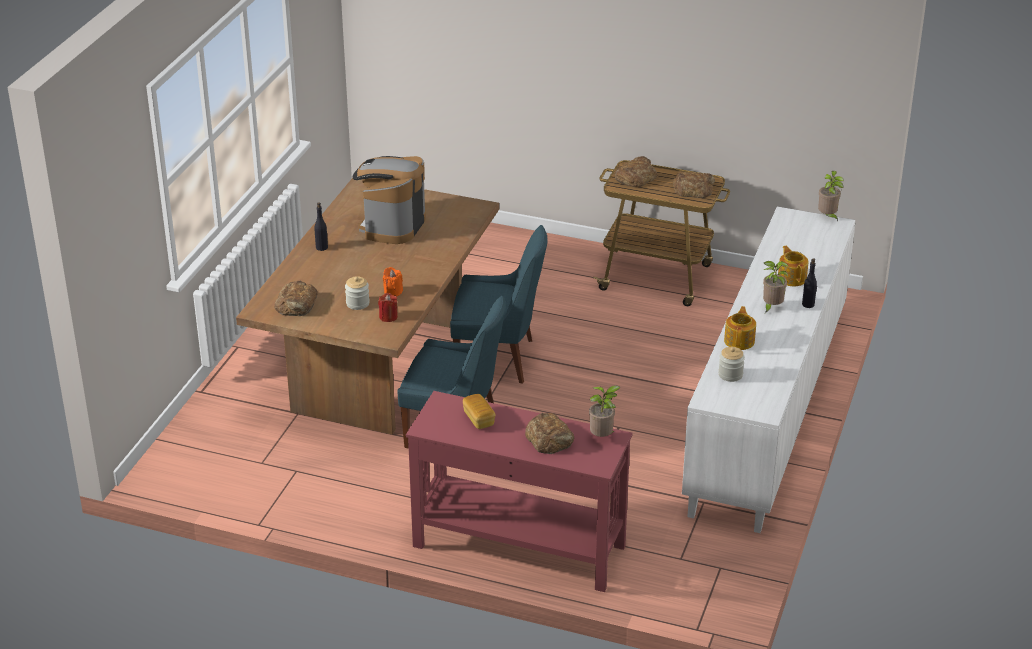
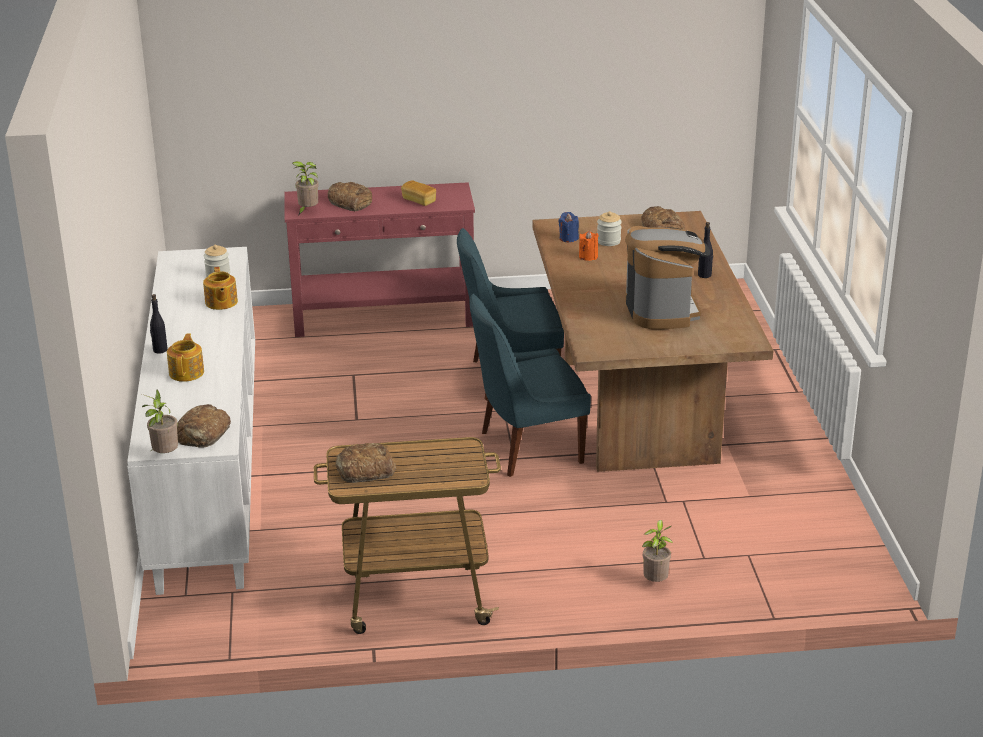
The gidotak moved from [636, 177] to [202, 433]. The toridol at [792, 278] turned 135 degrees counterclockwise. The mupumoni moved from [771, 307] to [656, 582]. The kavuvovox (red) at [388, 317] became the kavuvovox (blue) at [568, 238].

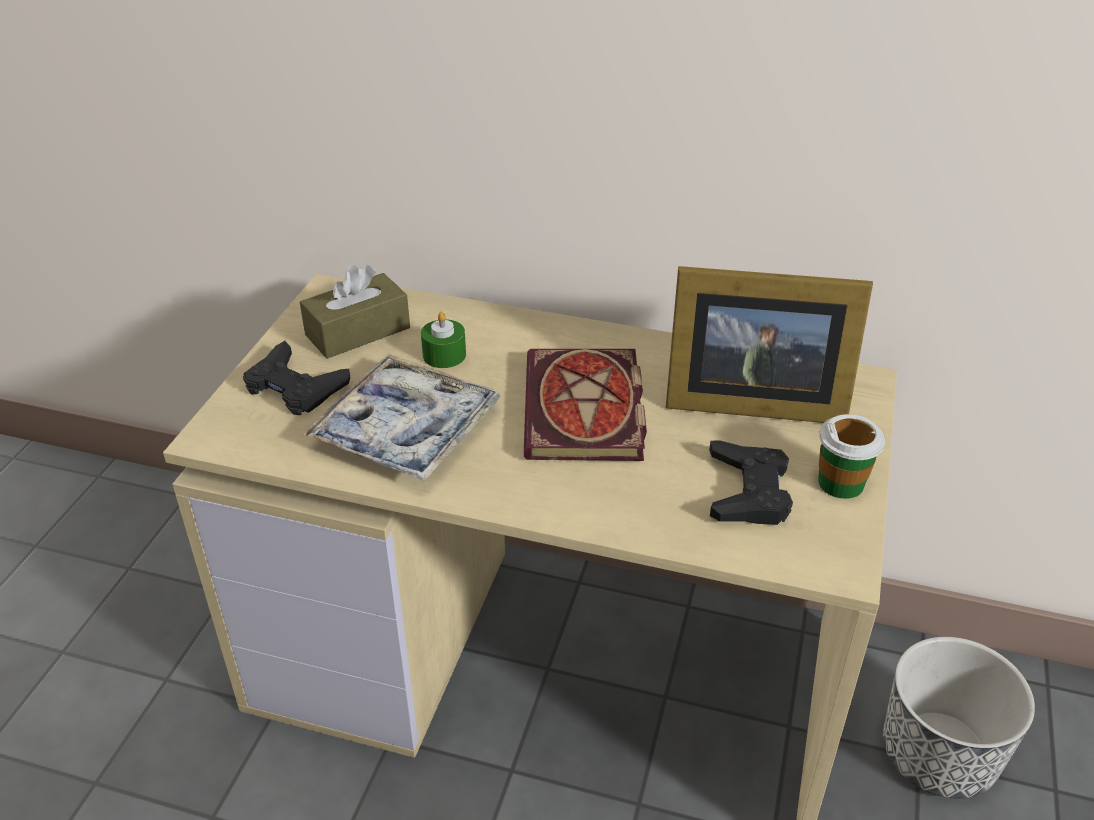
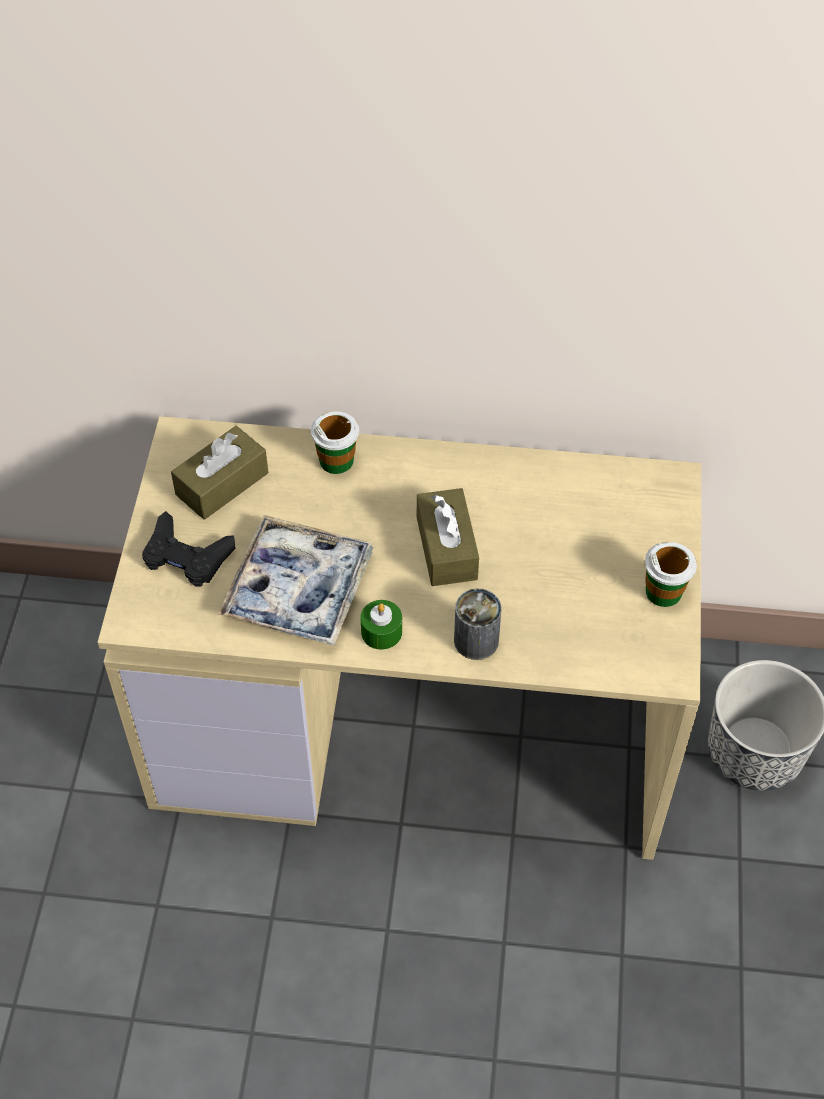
The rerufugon at [749, 400] disappeared. The kavuvovox (green) moved from [444, 355] to [381, 632]. The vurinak at [586, 412] was replaced by the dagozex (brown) at [446, 548]. The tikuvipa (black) at [748, 491] disappeared. The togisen at [336, 460] appeared. The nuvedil at [476, 640] appeared.

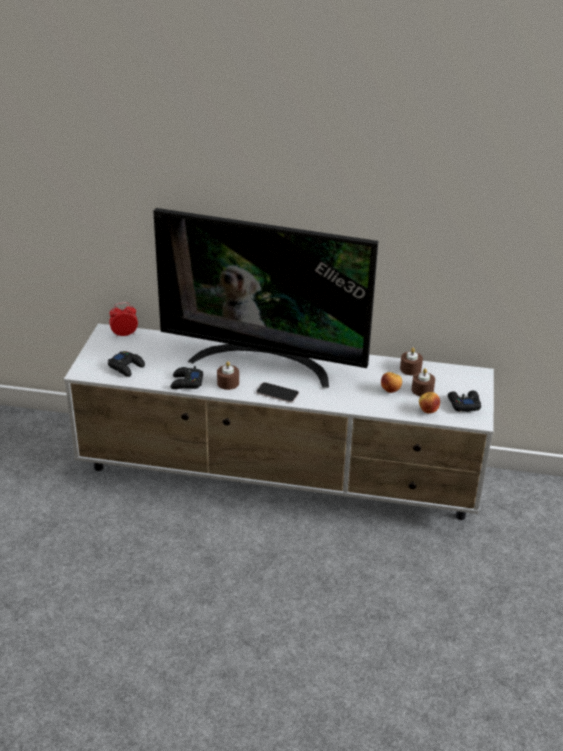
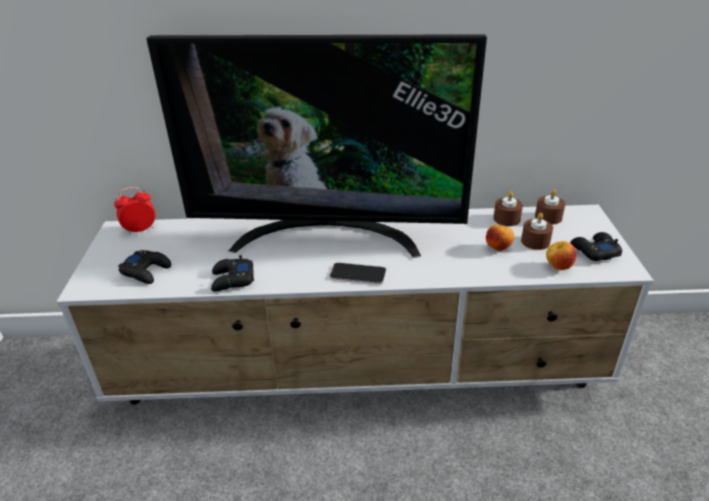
The kavuvovox (brown) moved from [228, 383] to [548, 217].

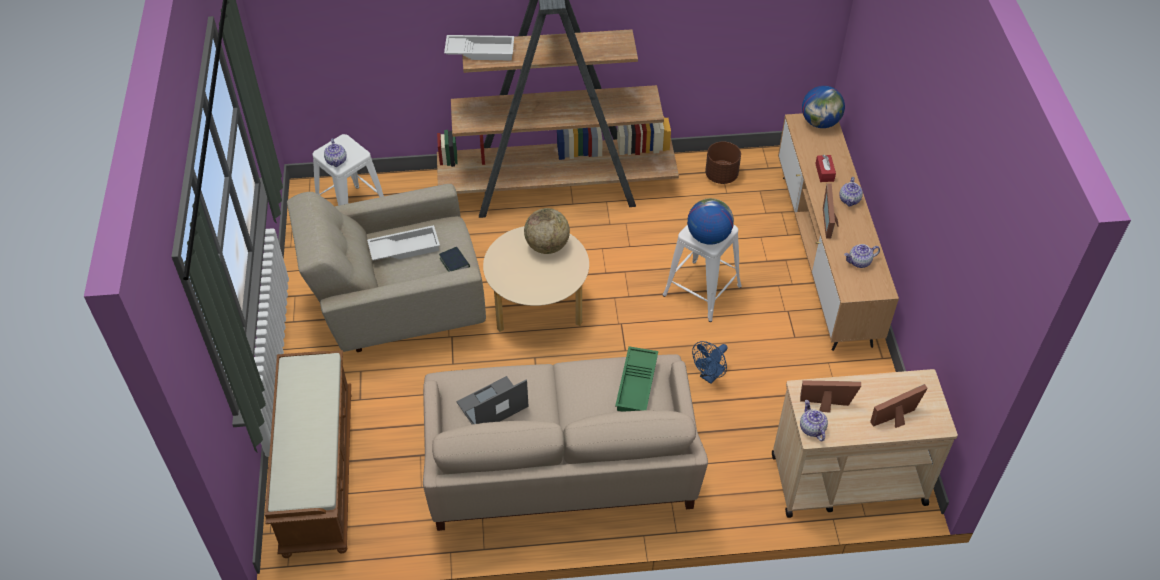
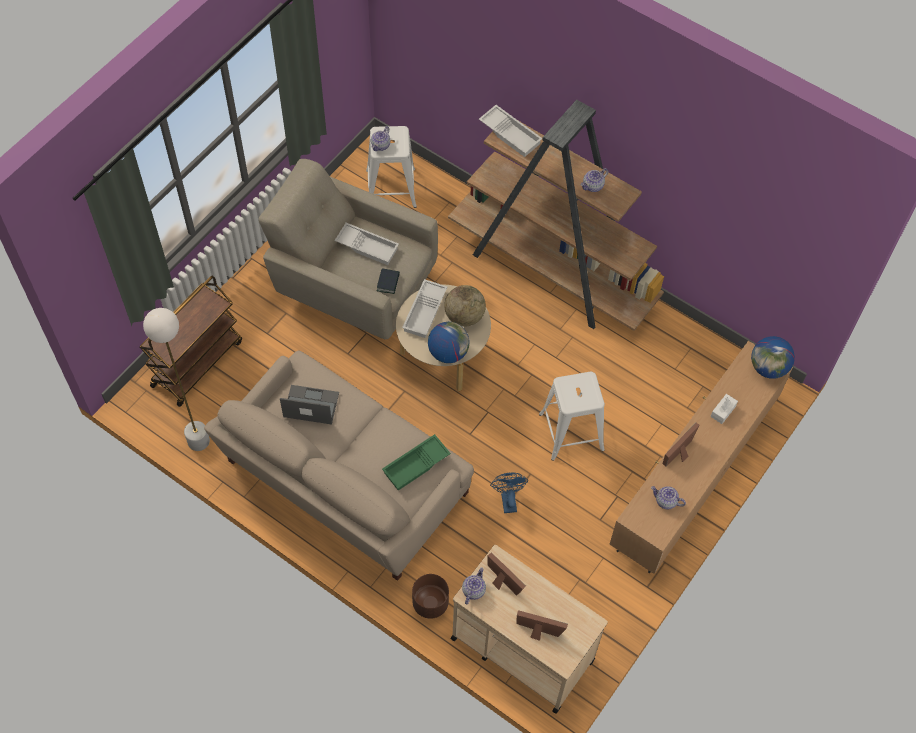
The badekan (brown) moved from [721, 176] to [430, 603]. The dagozex (red) at [824, 172] became the dagozex (white) at [723, 411]. The toridol moved from [849, 200] to [593, 186]. The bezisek moved from [708, 236] to [448, 352]. The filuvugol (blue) at [710, 376] turned 90 degrees clockwise. The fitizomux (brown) at [317, 471] was replaced by the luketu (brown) at [197, 363]. The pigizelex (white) at [425, 312] appeared. The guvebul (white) at [198, 441] appeared.

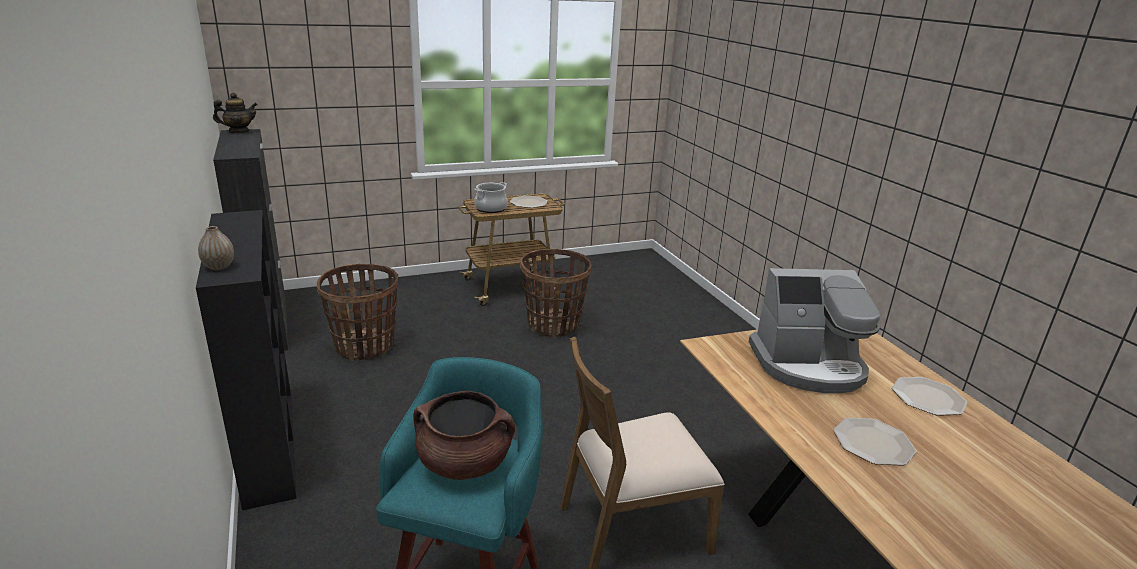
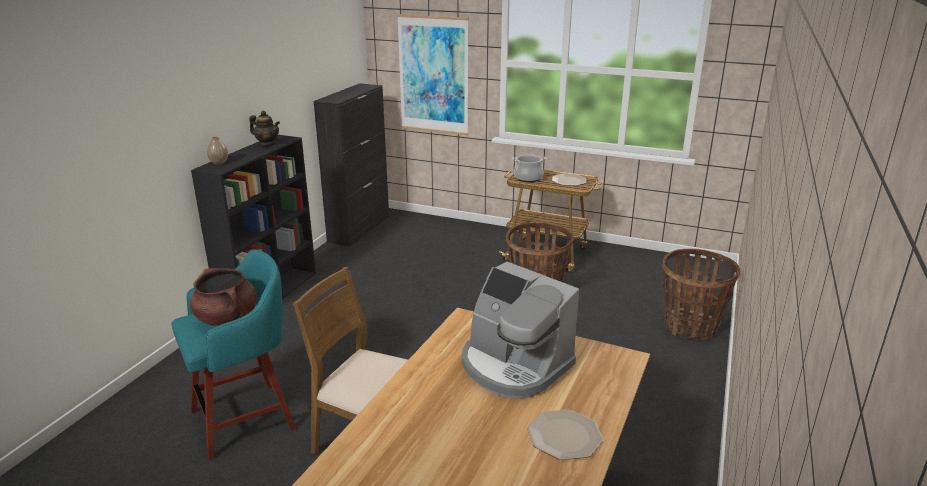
The toridol moved from [239, 131] to [267, 144]. The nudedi moved from [364, 346] to [690, 326]. The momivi at [872, 442] disappeared. The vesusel at [433, 75] appeared.

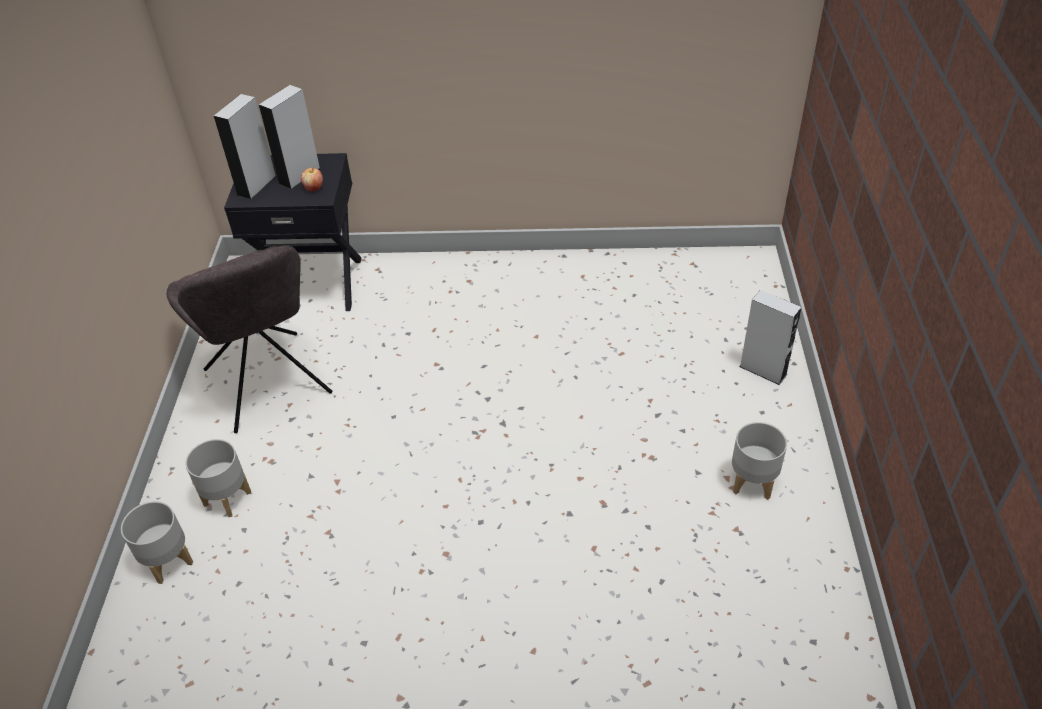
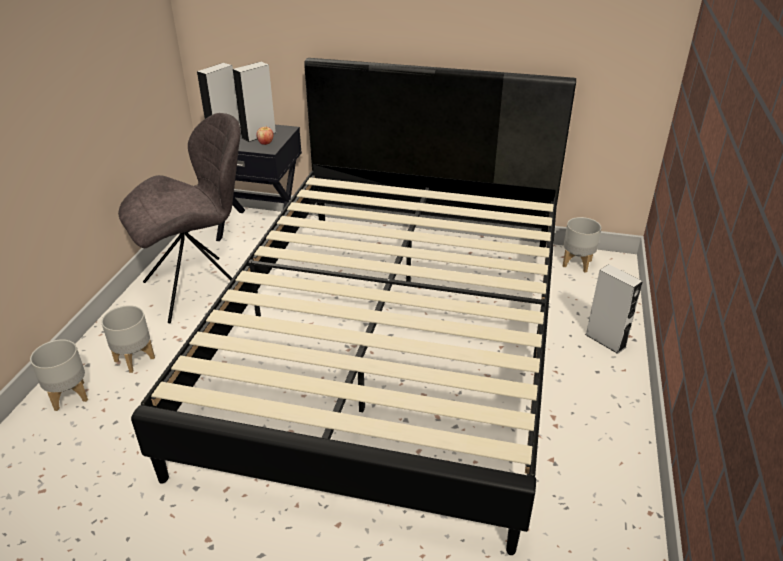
The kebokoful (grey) at [269, 385] turned 105 degrees counterclockwise. The badekan (grey) moved from [751, 482] to [576, 263]. The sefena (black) at [392, 340] appeared.

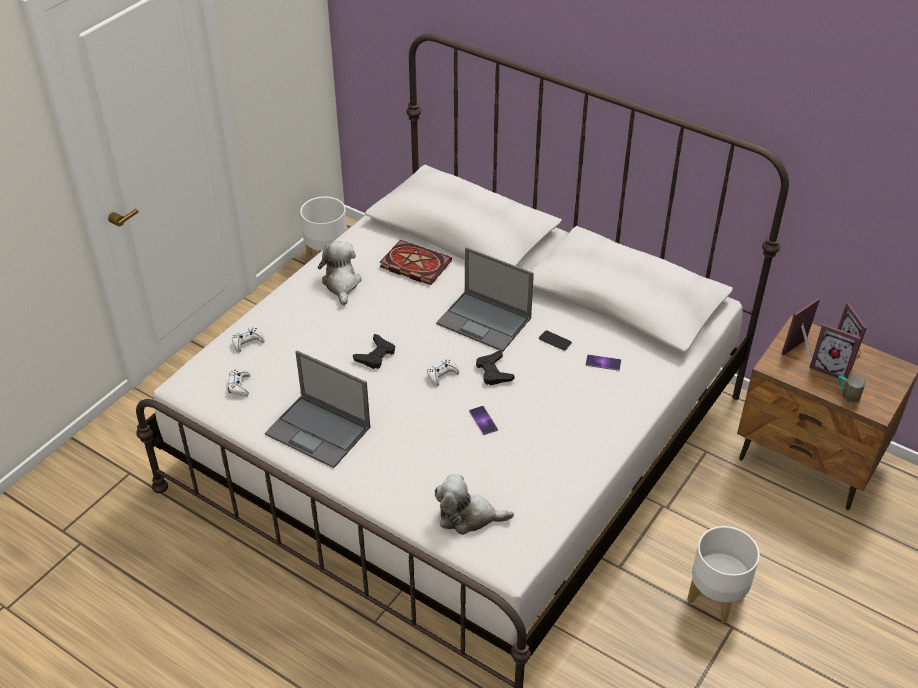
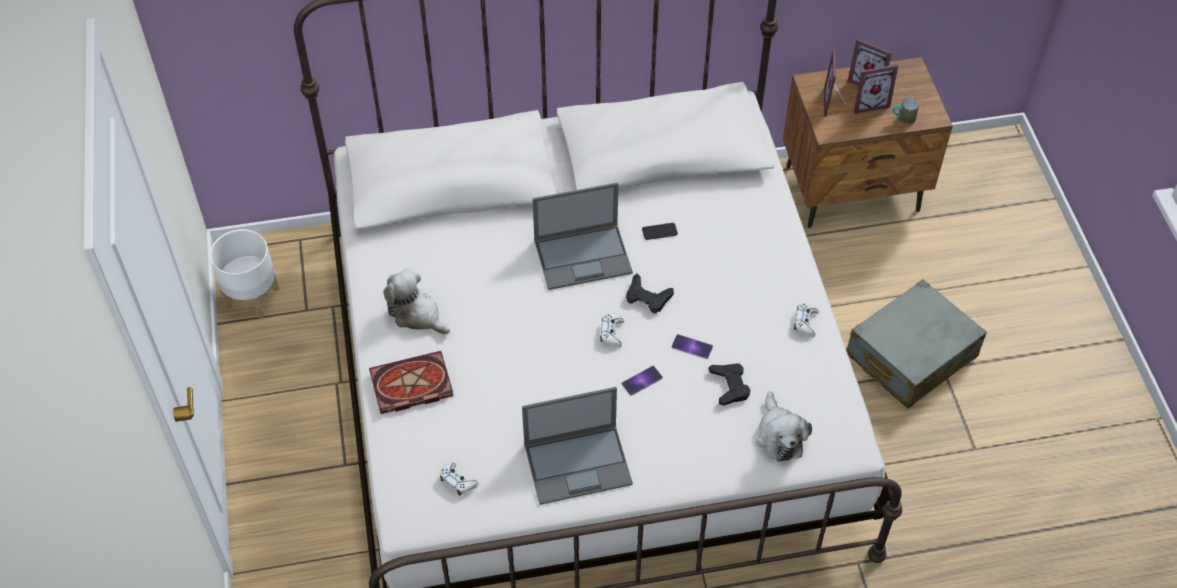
The vurinak moved from [413, 265] to [409, 386]. The tikuvipa (white) moved from [247, 342] to [805, 322]. The tikuvipa (black) moved from [375, 355] to [729, 386]. The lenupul moved from [603, 362] to [642, 381]. The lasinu at [468, 516] turned 60 degrees counterclockwise. The badekan (white) at [715, 599] was replaced by the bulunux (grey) at [910, 356].

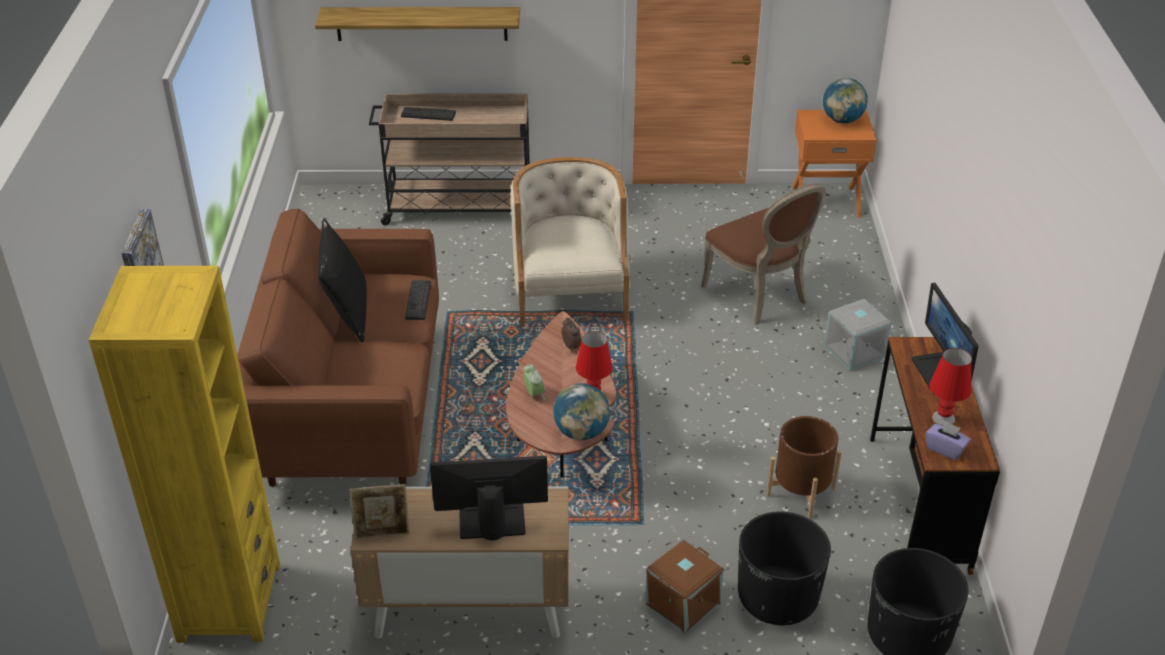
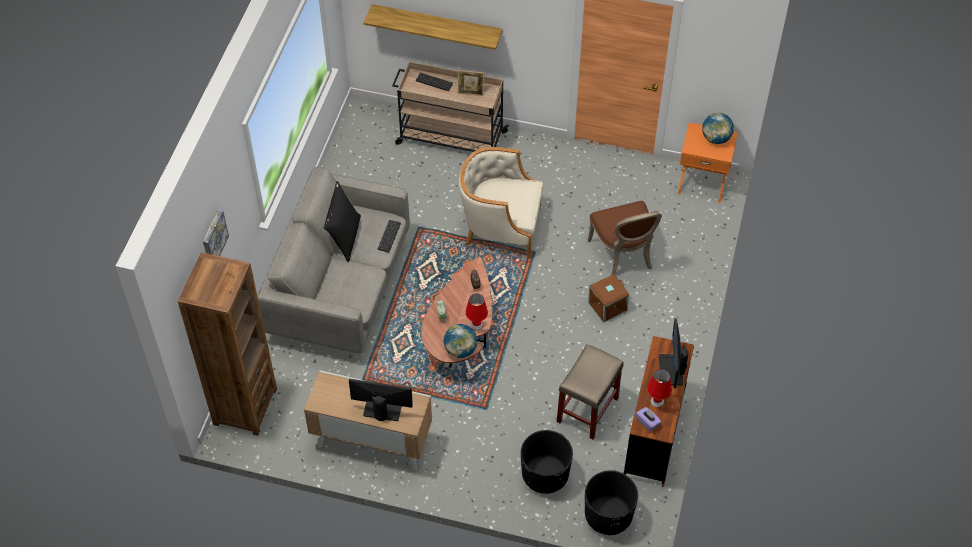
The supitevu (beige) at [570, 291] turned 90 degrees counterclockwise. The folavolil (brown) at [351, 408] became the folavolil (grey) at [341, 289]. The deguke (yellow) at [229, 602] became the deguke (brown) at [245, 406]. The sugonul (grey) at [854, 352] disappeared. The badekan (brown) at [801, 491] was replaced by the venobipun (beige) at [587, 409]. The rerufugon moved from [383, 534] to [471, 93]. The sugonul (brown) moved from [683, 605] to [607, 307].

